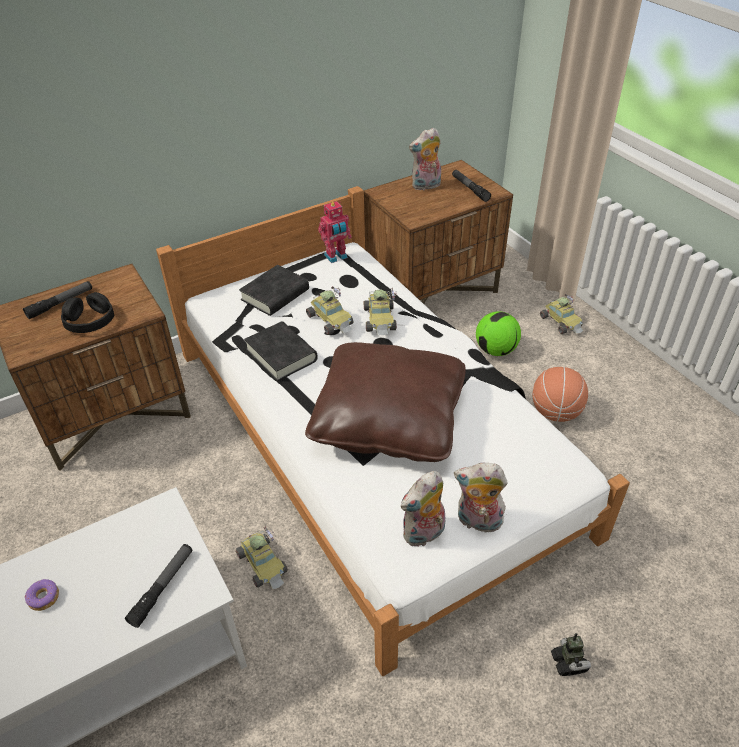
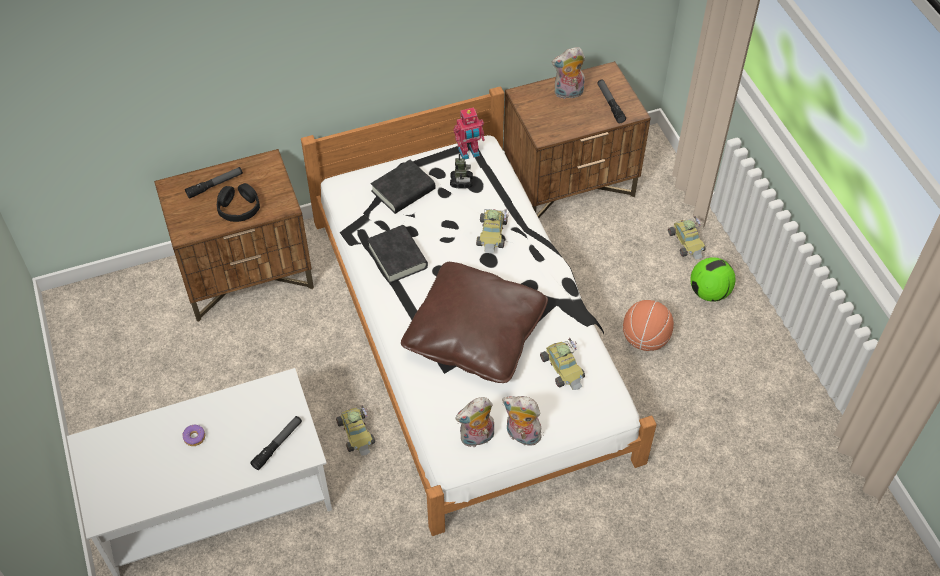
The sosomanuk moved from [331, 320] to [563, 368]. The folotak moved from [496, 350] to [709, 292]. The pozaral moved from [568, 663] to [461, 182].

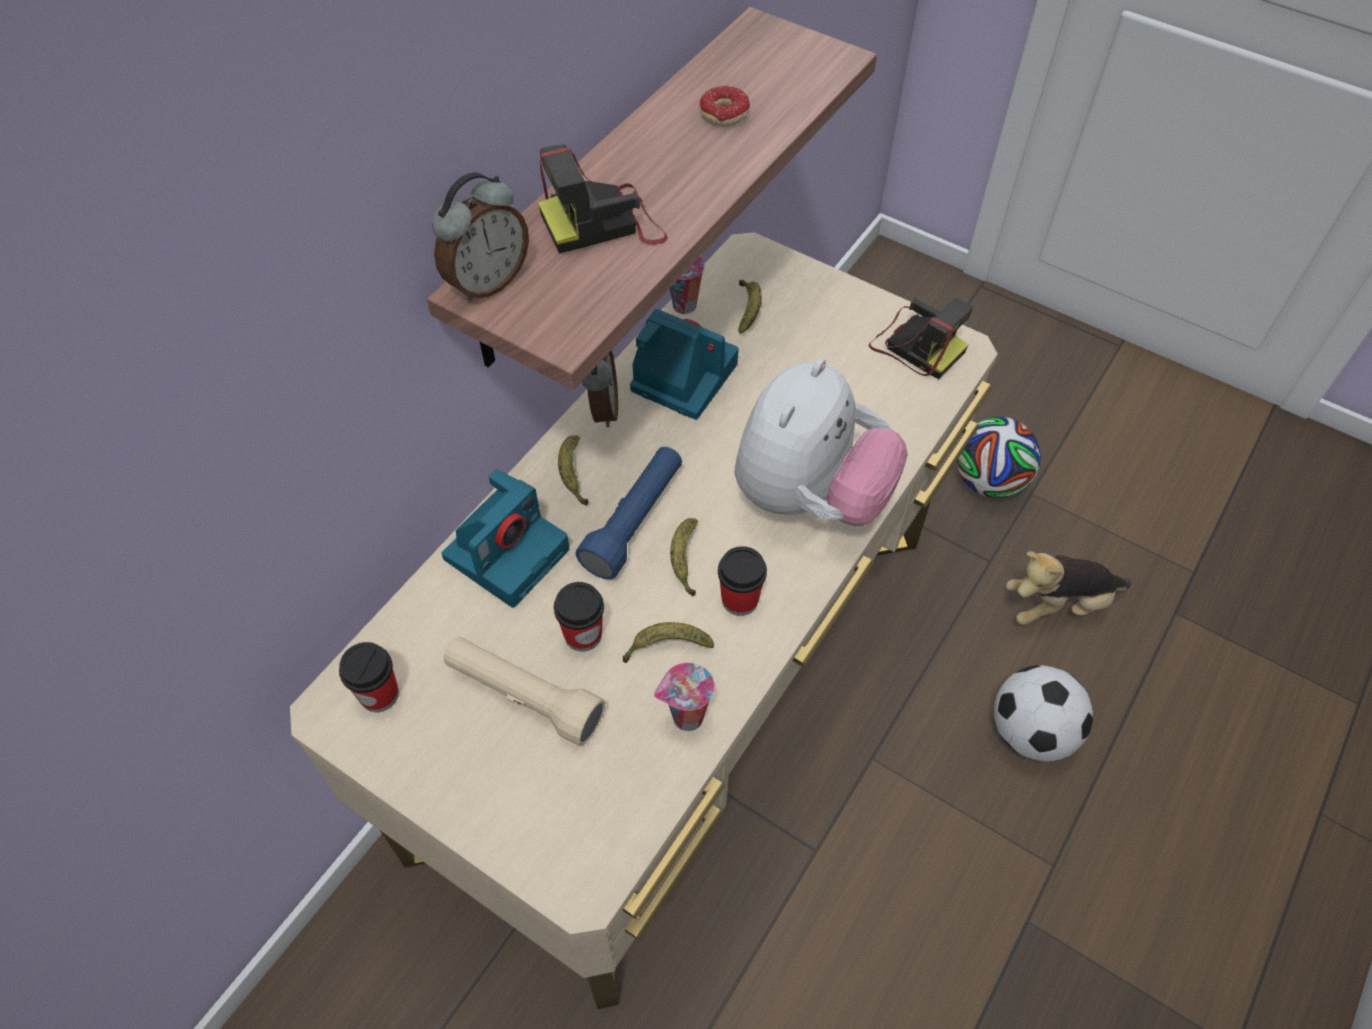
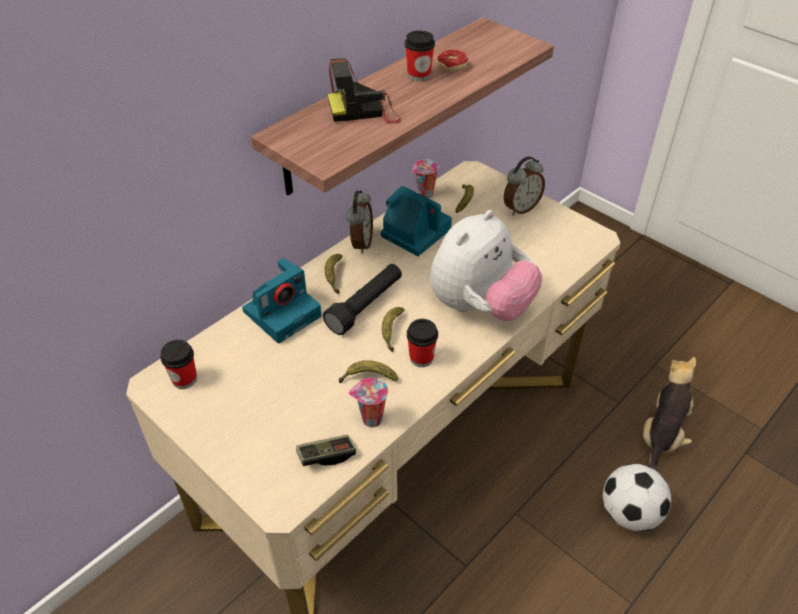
The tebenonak moved from [487, 282] to [520, 208]. The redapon at [916, 345] disappeared. The folotak at [989, 481] disappeared. The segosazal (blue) at [635, 521] became the segosazal (black) at [365, 306]. The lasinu at [1058, 604] turned 120 degrees clockwise. The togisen moved from [583, 635] to [419, 75]. The segosazal (beige) at [524, 696] disappeared. The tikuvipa at [326, 455] appeared.

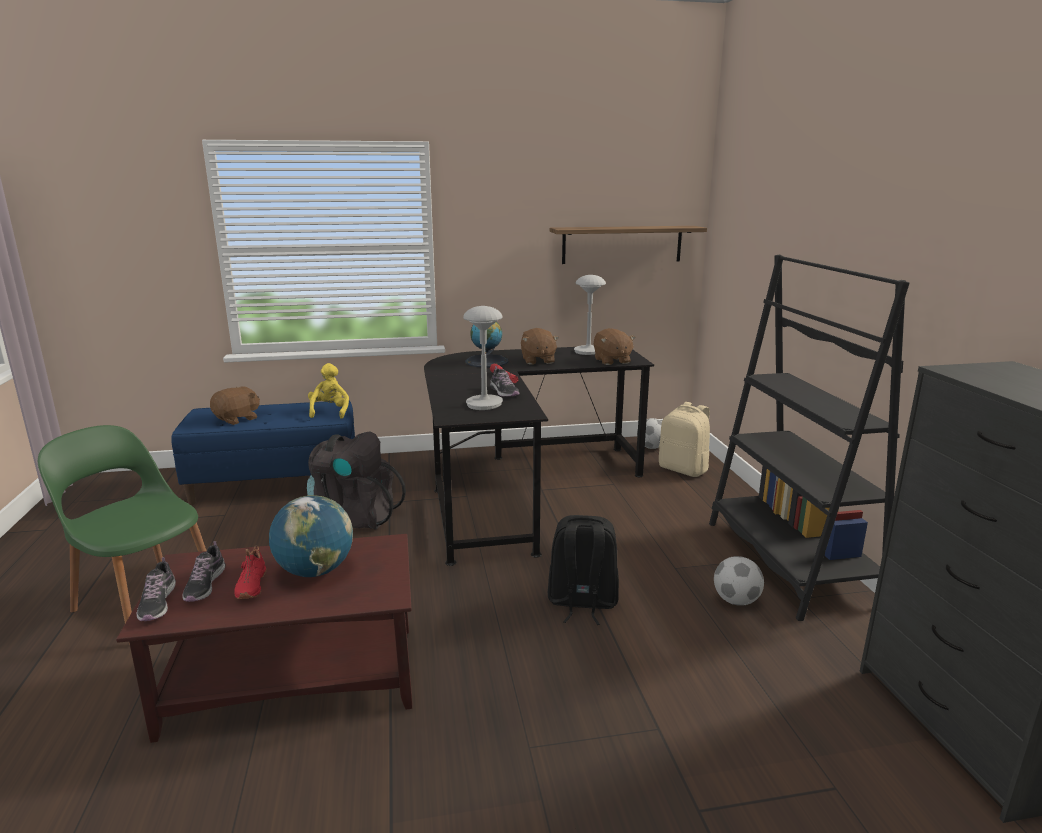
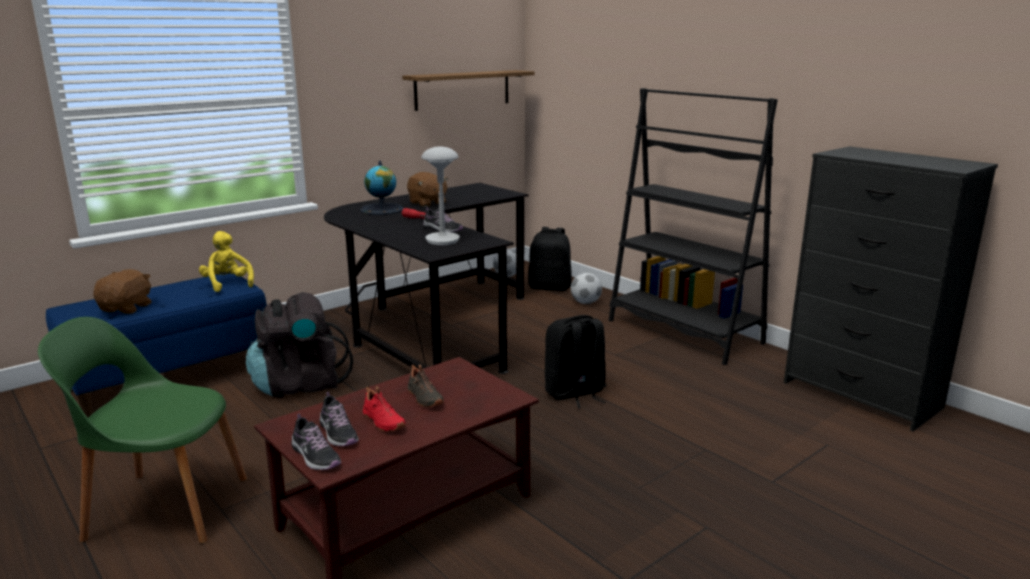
The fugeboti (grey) at [588, 351] disappeared. The lasinu (brown) at [612, 361] disappeared. The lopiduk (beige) at [684, 469] became the lopiduk (black) at [550, 287]. The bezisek at [315, 571] was replaced by the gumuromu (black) at [424, 398]. The folotak moved from [736, 601] to [585, 303].

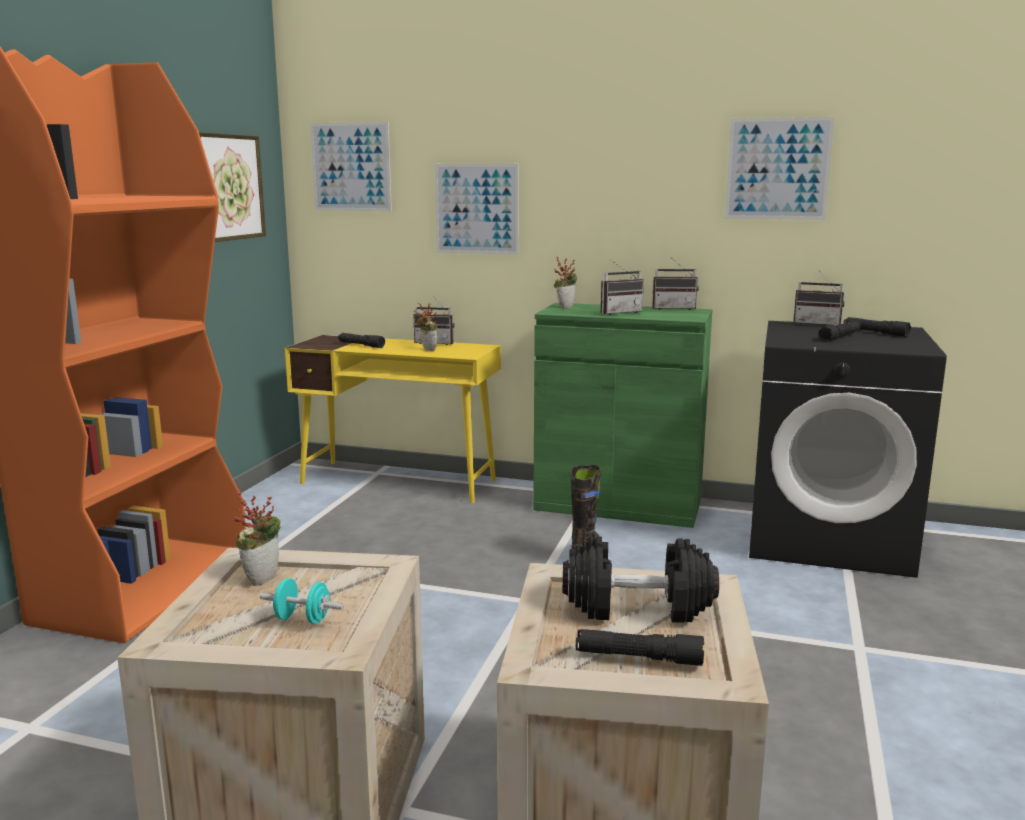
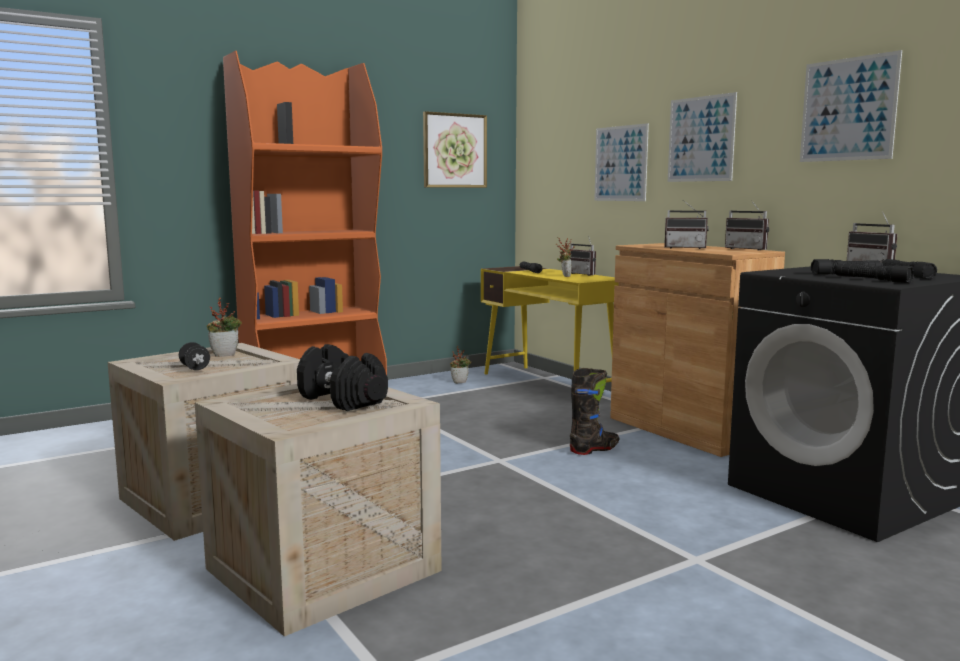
The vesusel moved from [351, 167] to [700, 139]. The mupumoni moved from [565, 307] to [460, 382]. The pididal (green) at [618, 504] became the pididal (brown) at [687, 430]. The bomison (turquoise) at [302, 619] became the bomison (black) at [195, 368]. The segosazal (black) moved from [638, 658] to [871, 280].

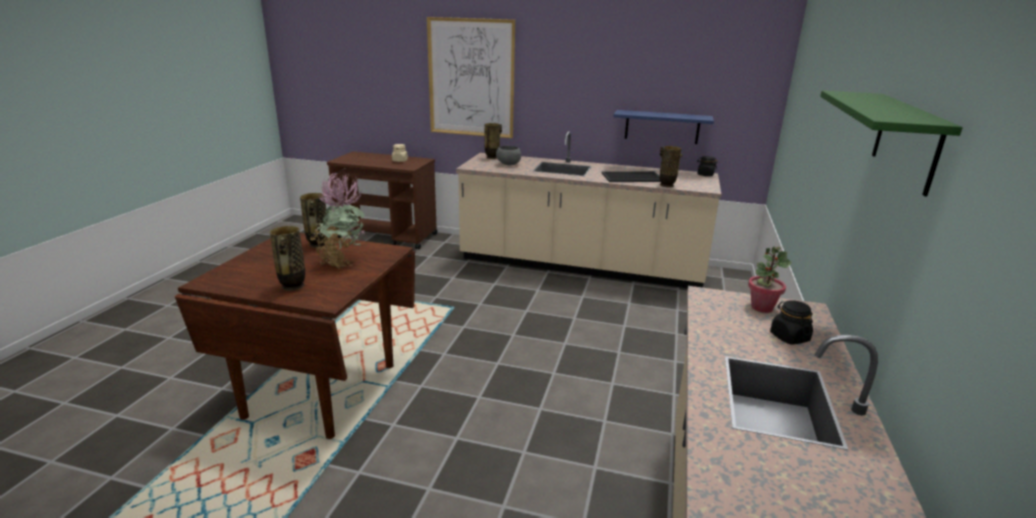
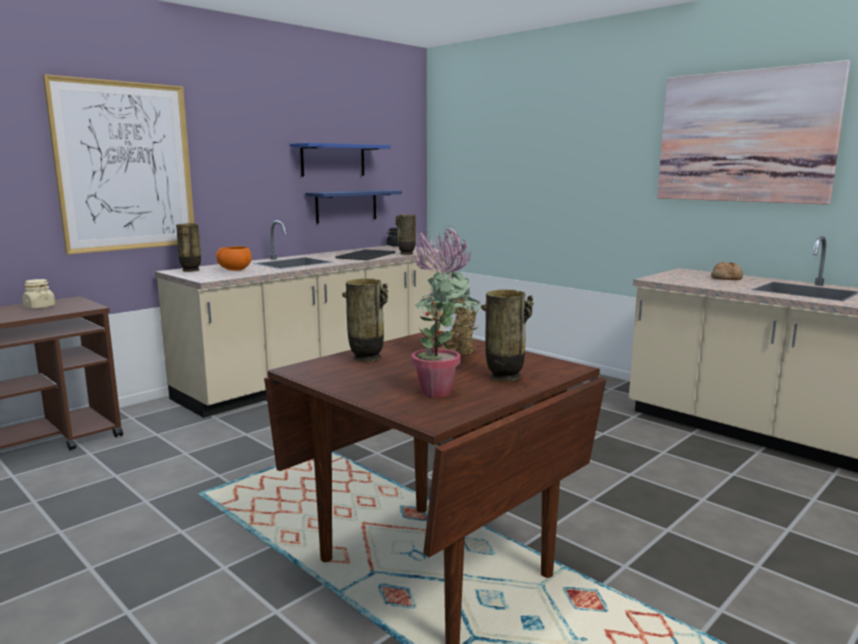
The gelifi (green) at [906, 141] was replaced by the vesusel at [744, 137]. The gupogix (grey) at [508, 164] became the gupogix (orange) at [234, 270]. The mupumoni moved from [761, 307] to [435, 392]. The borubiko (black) at [789, 337] was replaced by the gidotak at [726, 278]. The gelifi (blue) at [333, 160] appeared.

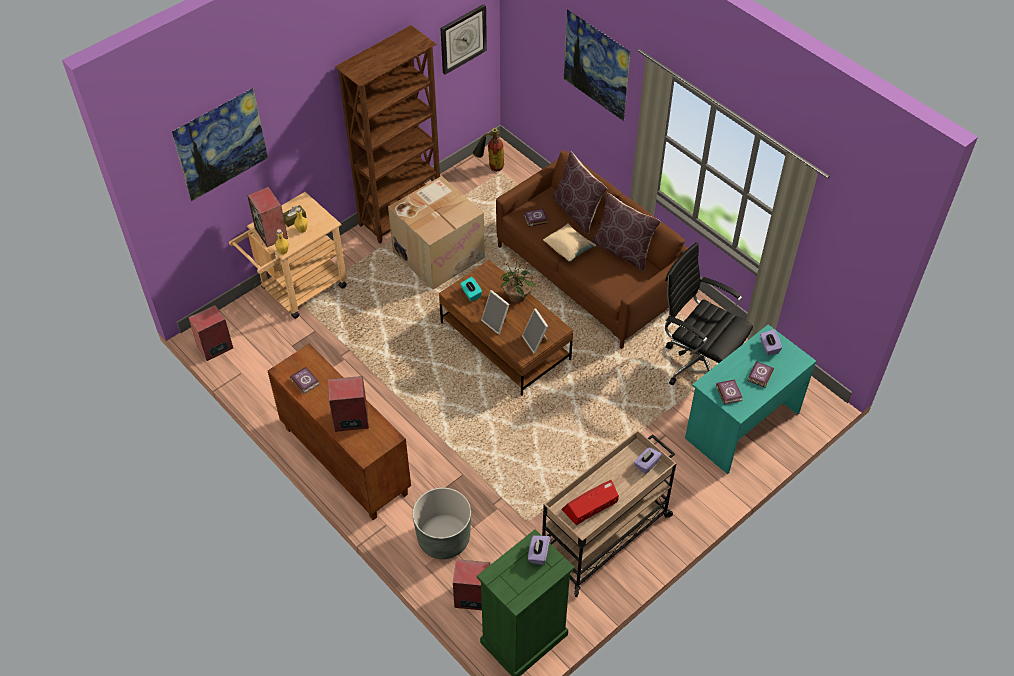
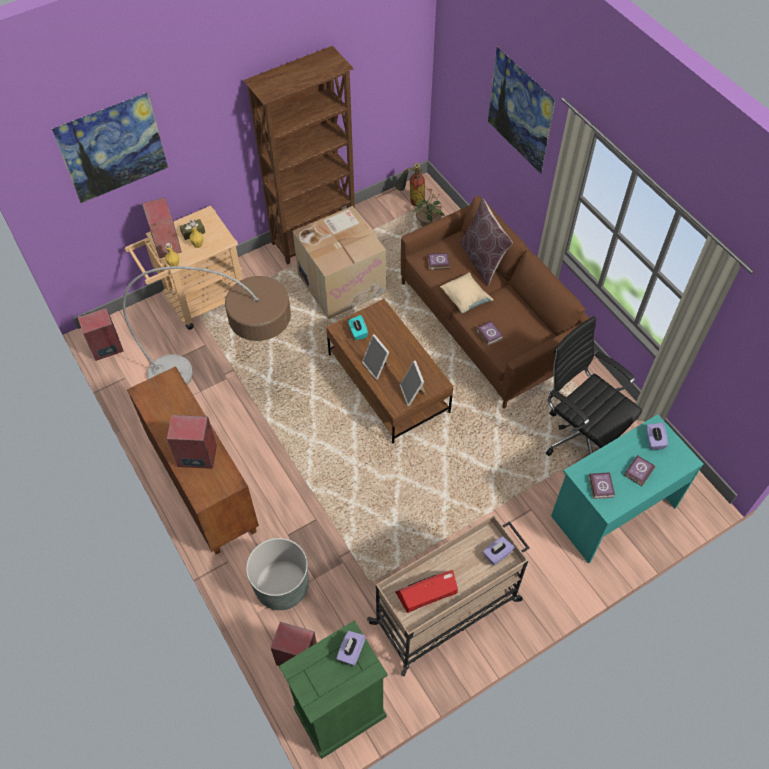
The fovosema at [463, 38] disappeared. The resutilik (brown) at [623, 250] disappeared. The mupumoni moved from [517, 296] to [428, 223]. The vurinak moved from [305, 381] to [489, 334]. The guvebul at [230, 382] appeared.

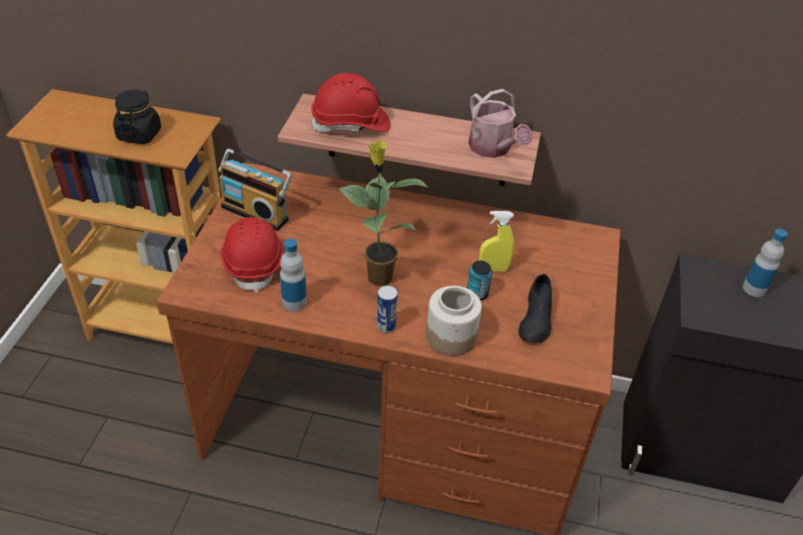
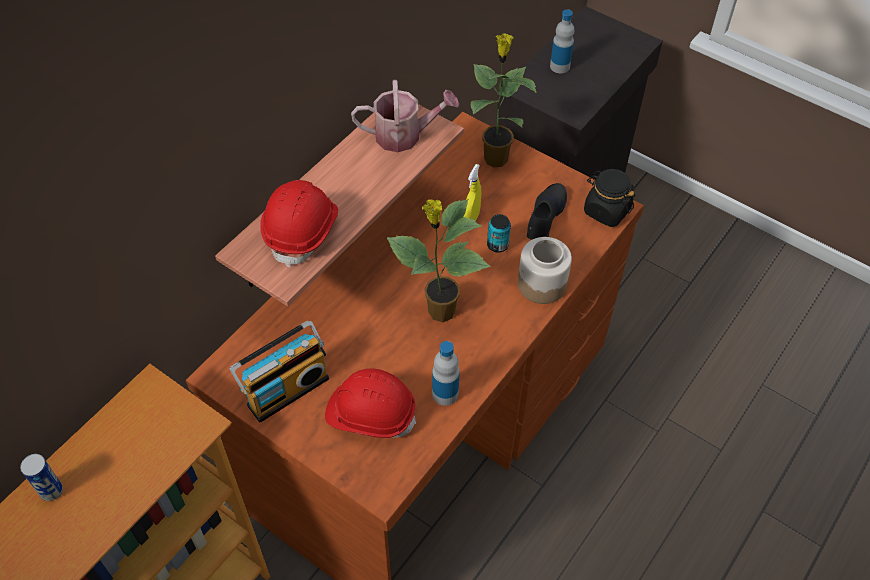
The borubiko (black) moved from [139, 134] to [606, 211]. The gumuromu (black) at [536, 318] turned 105 degrees counterclockwise. The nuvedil moved from [386, 327] to [51, 491]. The mupumoni at [495, 157] appeared.

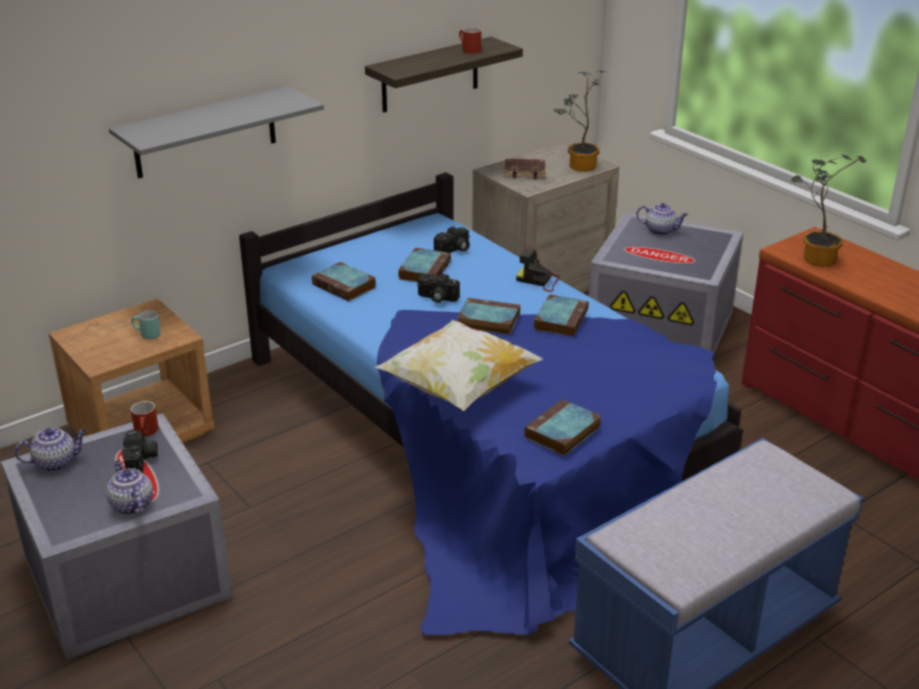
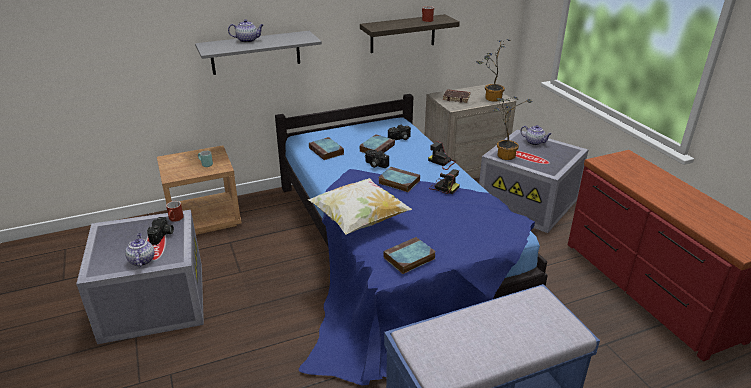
The mupumoni moved from [815, 257] to [504, 154]. The vurinak at [560, 319] was replaced by the redapon at [443, 187]. The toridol moved from [56, 462] to [248, 40].

